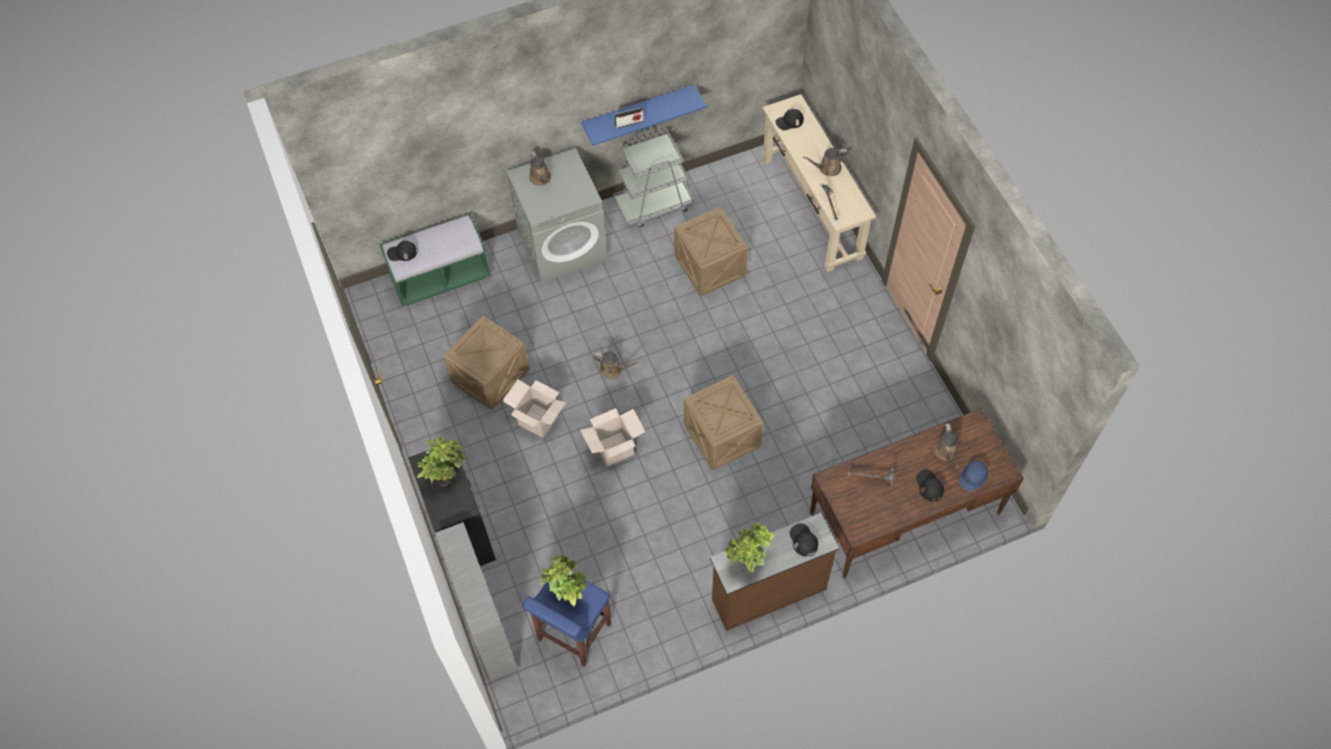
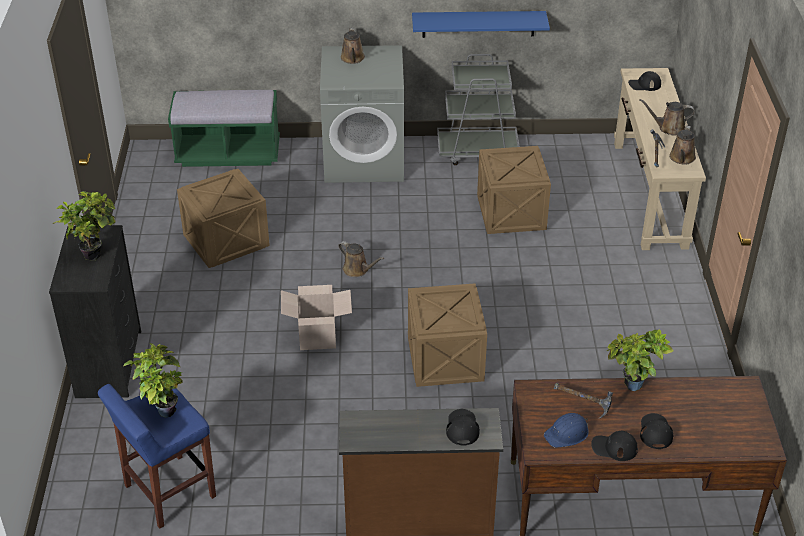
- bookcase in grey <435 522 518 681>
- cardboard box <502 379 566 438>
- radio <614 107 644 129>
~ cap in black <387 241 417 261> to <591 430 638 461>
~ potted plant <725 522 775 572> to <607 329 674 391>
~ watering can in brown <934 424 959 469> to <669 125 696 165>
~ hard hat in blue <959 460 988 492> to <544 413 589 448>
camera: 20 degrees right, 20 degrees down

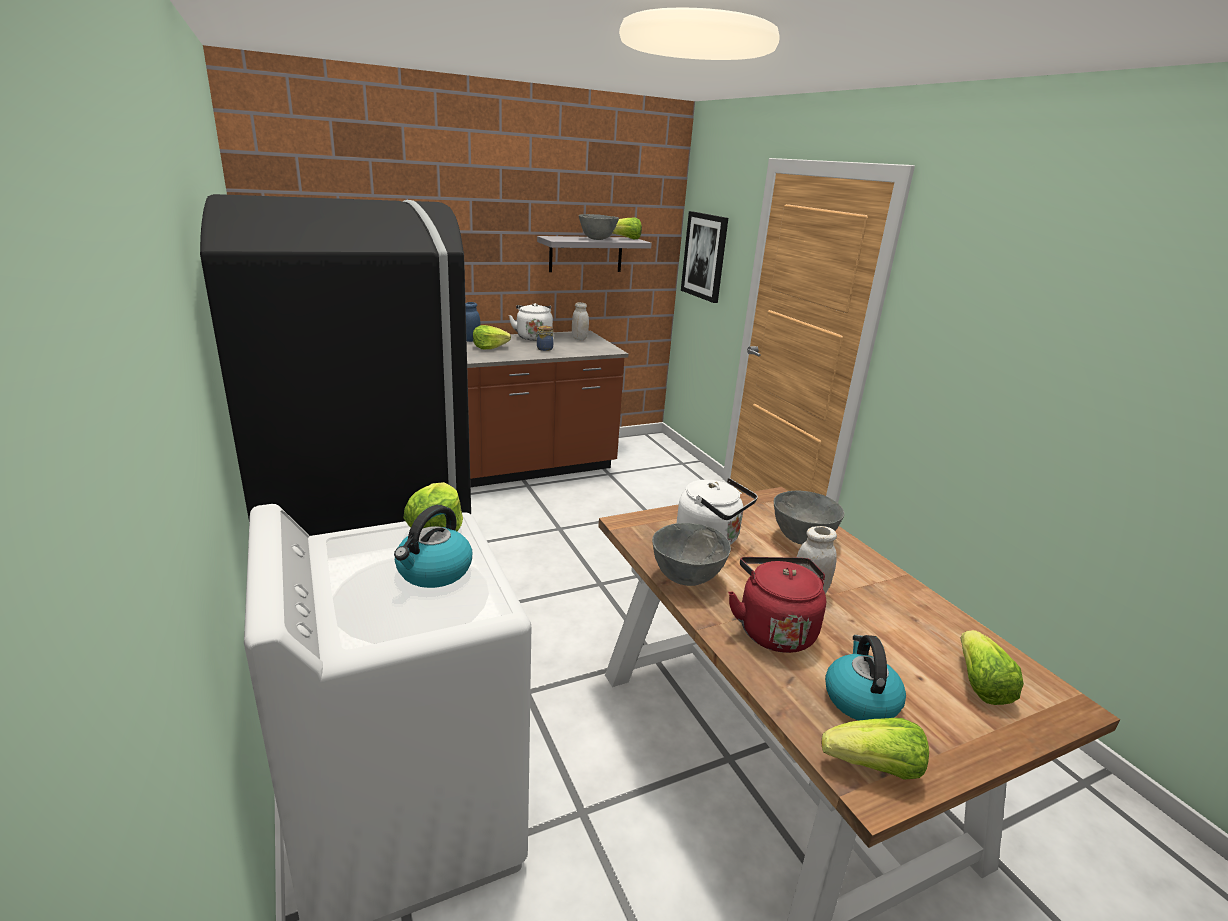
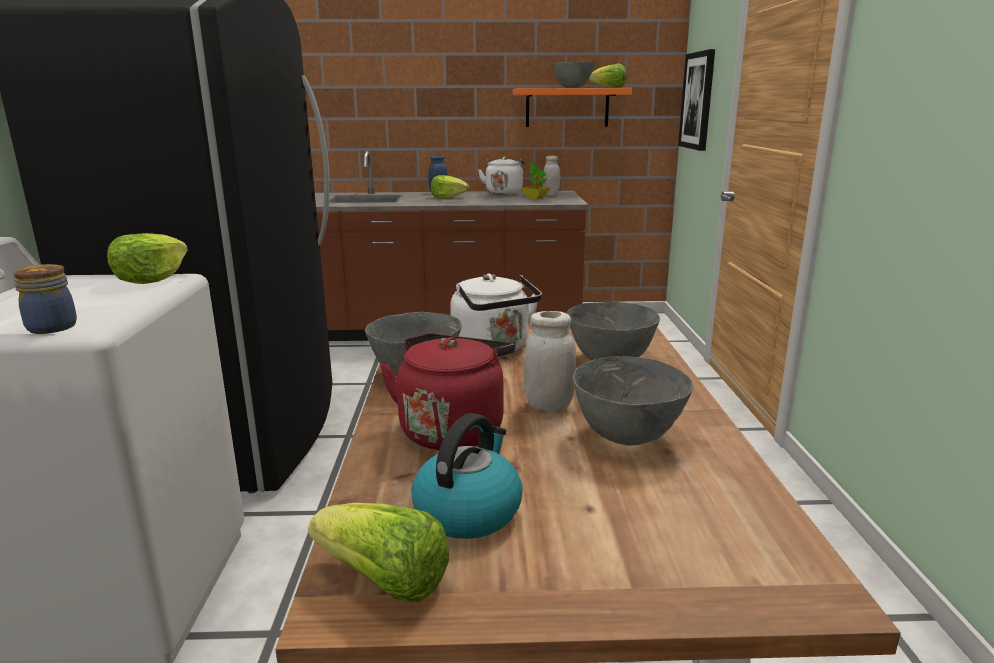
- kettle <394 505 472 588>
- lettuce <960 630 1024 705>
+ potted plant <522 163 549 199>
+ bowl in grey <573 356 693 446>
~ jar <536 326 553 351> to <13 264 77 334>
~ shelf in grey <537 236 652 272> to shelf in orange <513 88 632 127>
camera: 25 degrees right, 5 degrees down

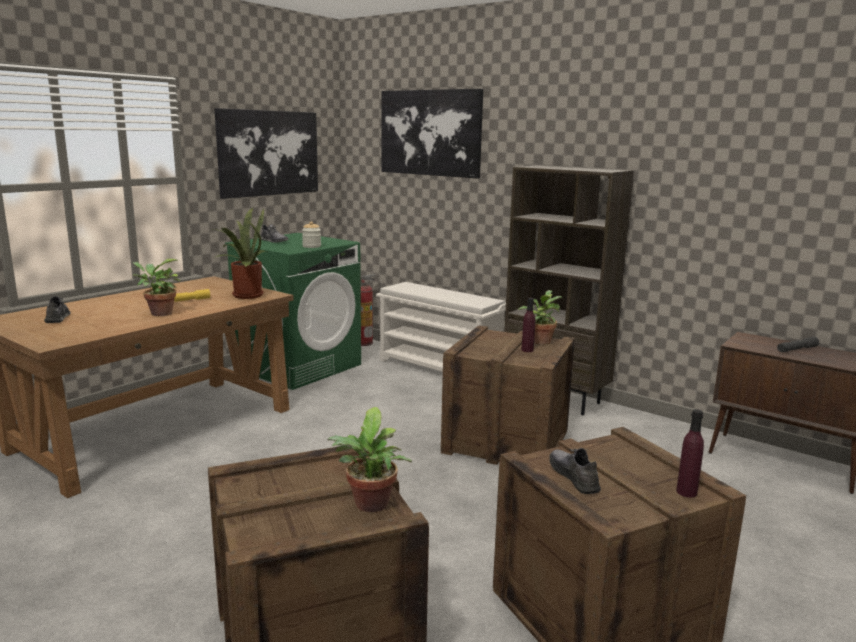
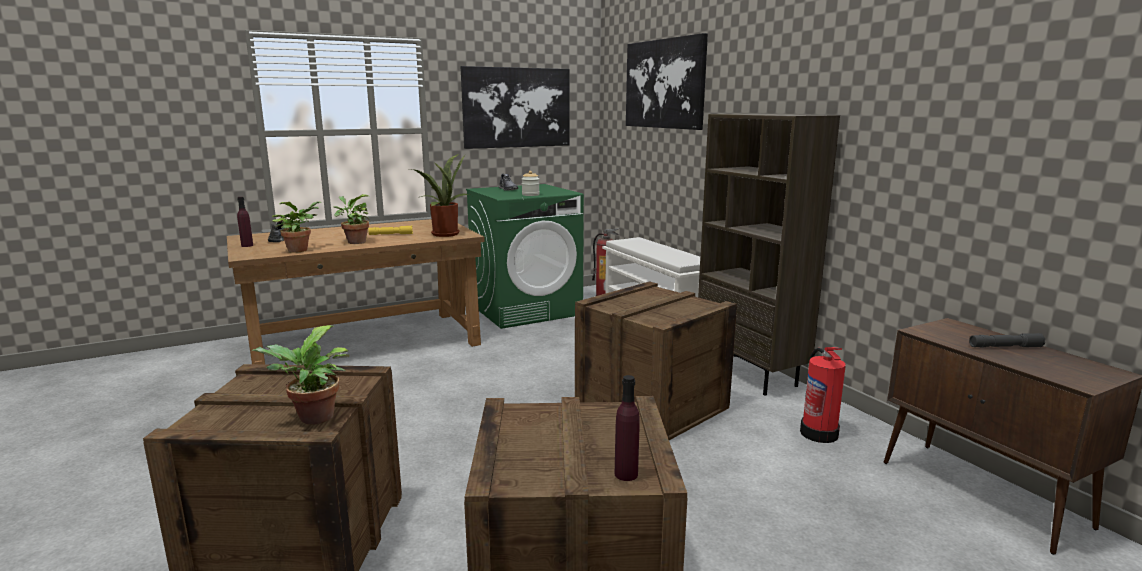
- shoe in grey <549 448 601 494>
+ fire extinguisher <800 347 846 443>
~ potted plant <518 290 562 345> to <272 201 322 253>
~ bottle in purple <521 298 535 352> to <237 197 253 247>
camera: 25 degrees right, 0 degrees up

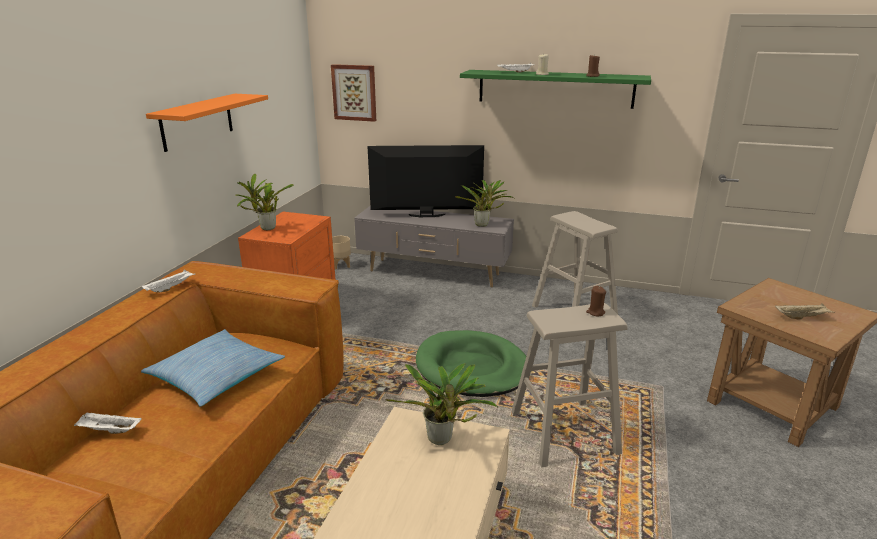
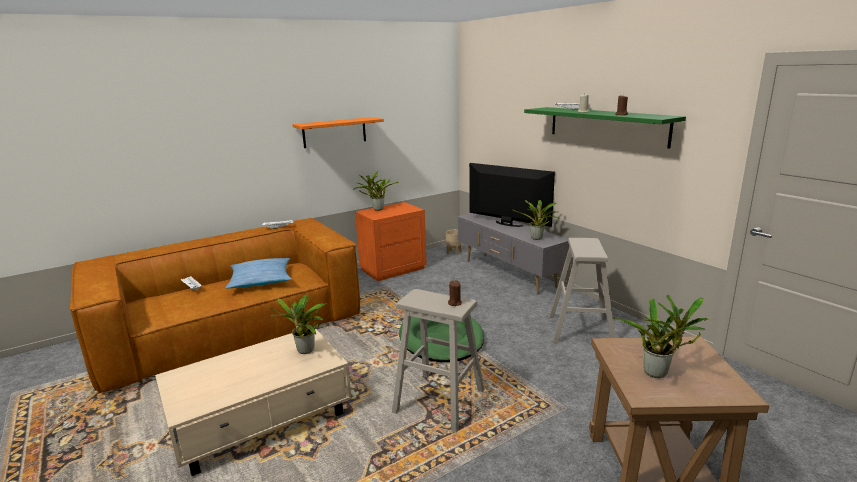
- picture <331 64 376 122>
~ tray in beige <775 303 835 320> to potted plant <613 295 709 378>
camera: 40 degrees right, 5 degrees down

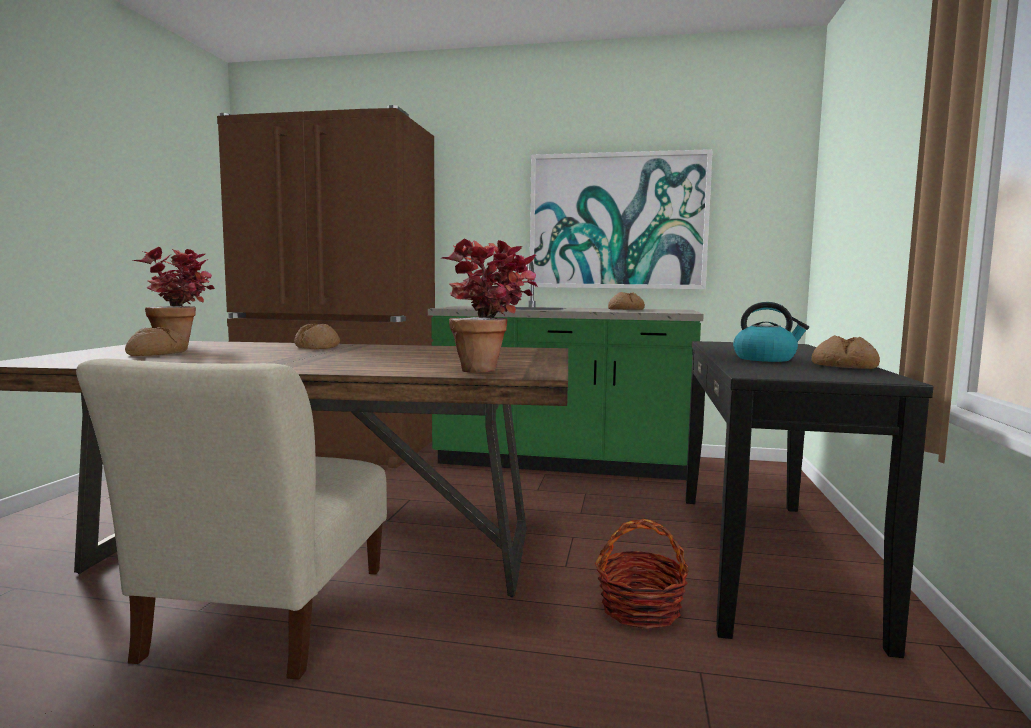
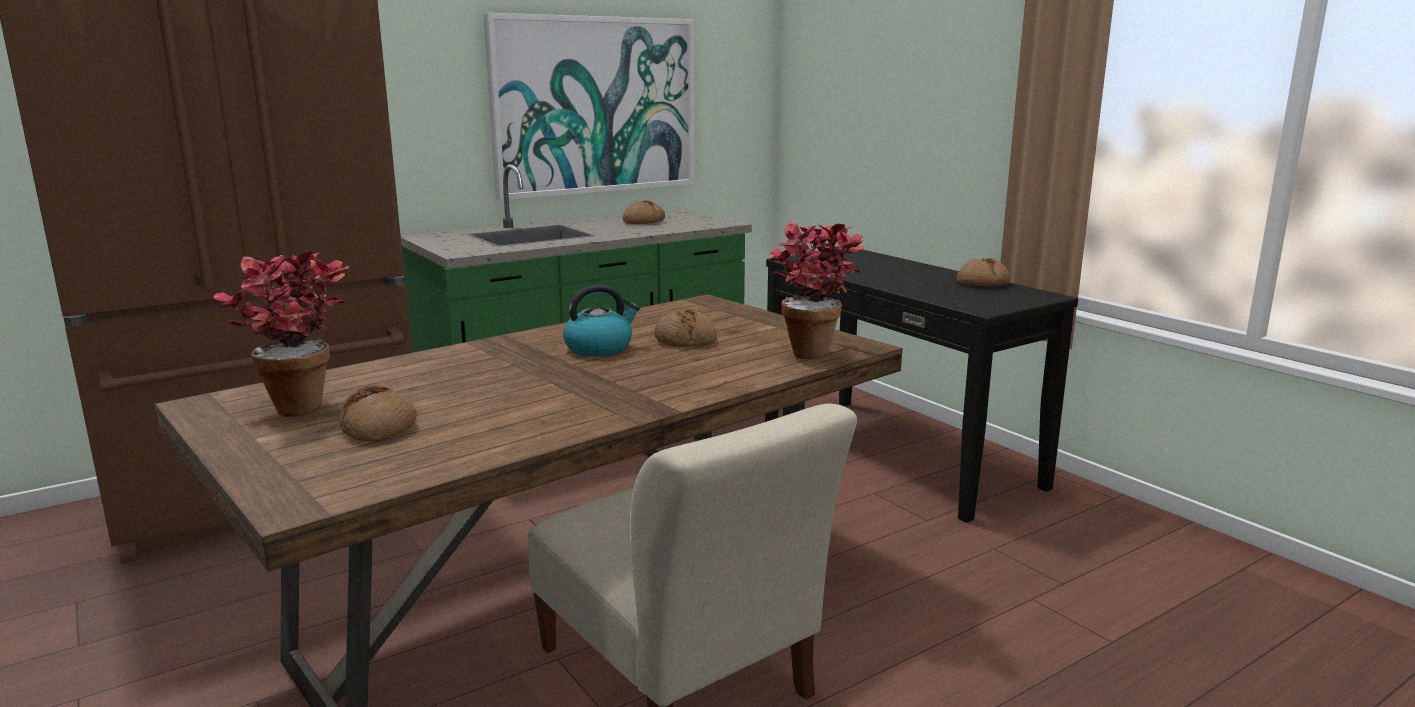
- basket <595 519 689 629>
~ bread <294 324 340 349> to <654 309 717 347>
~ kettle <733 302 809 362> to <563 284 640 356>
camera: 45 degrees left, 10 degrees up

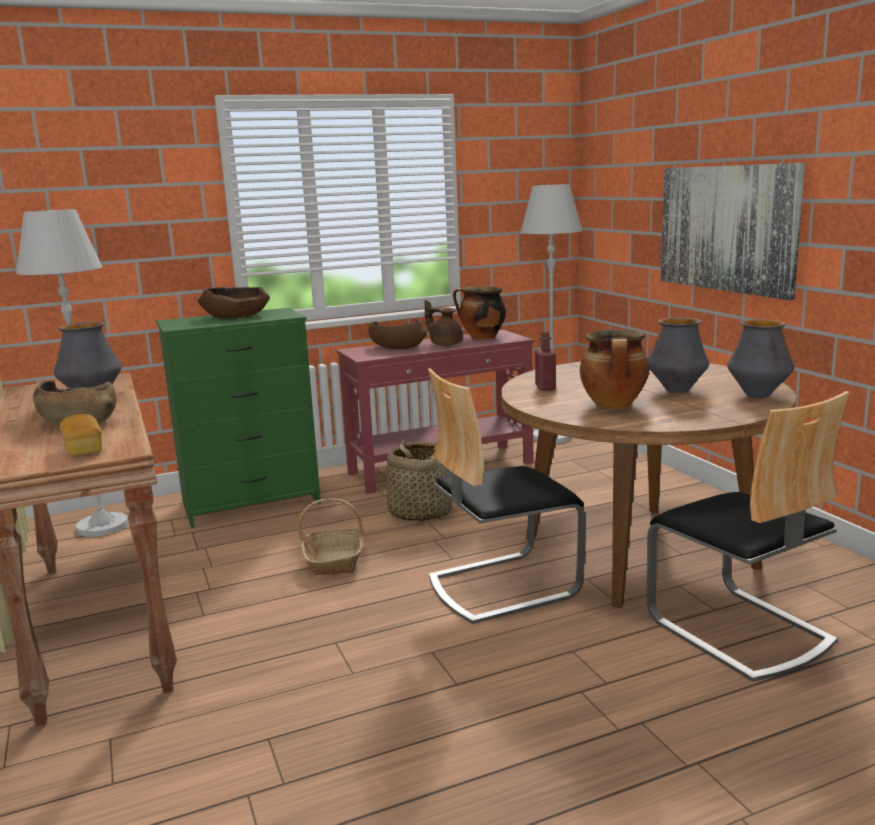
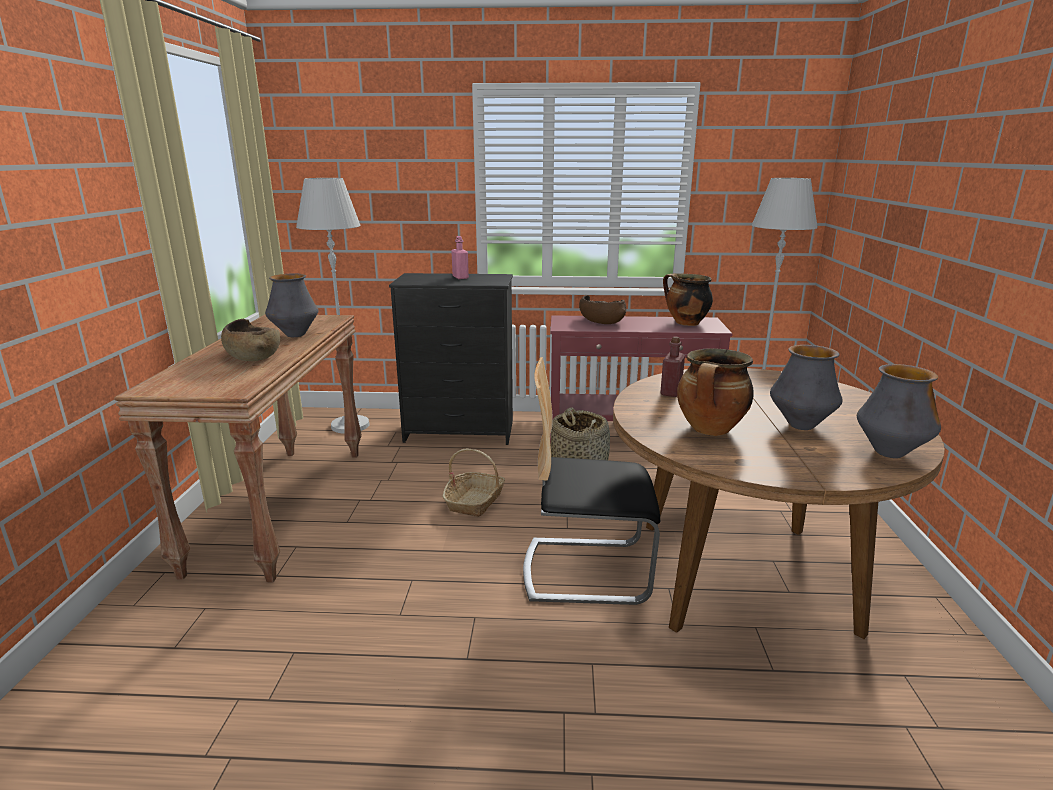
- bread <60 414 102 456>
- teapot in brown <424 300 463 346>
- chair <647 391 849 682>
- picture <661 163 805 300>
~ bowl in brown <198 287 270 318> to bottle in pink <451 236 469 279>
~ dresser in green <156 308 321 528> to dresser in black <389 273 513 445>
camera: 25 degrees right, 5 degrees up

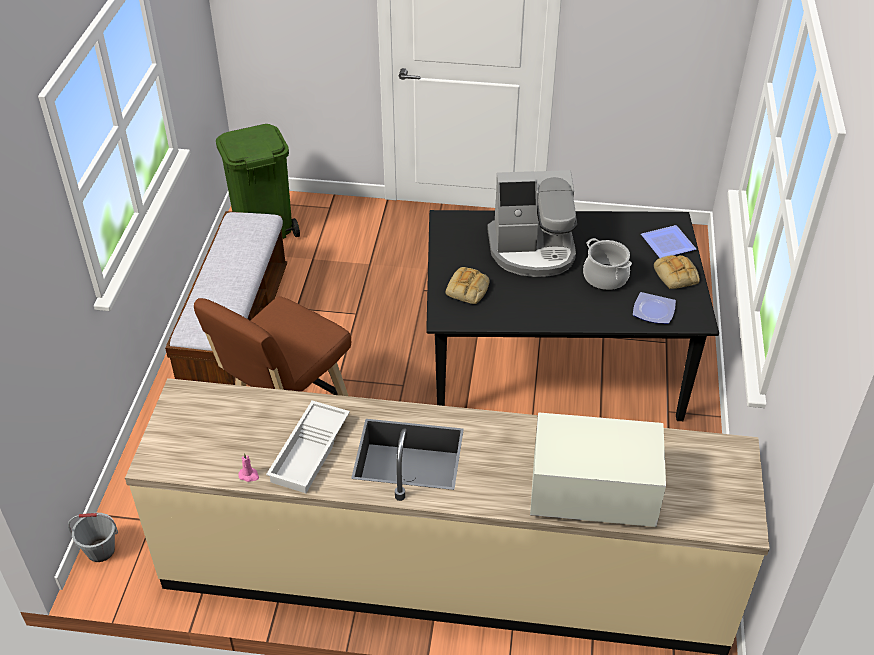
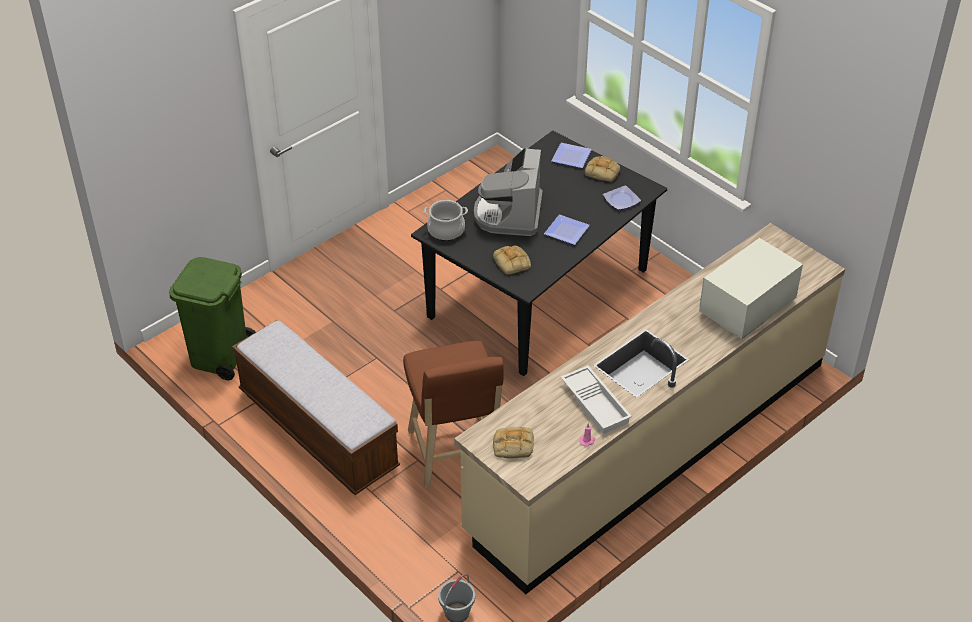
+ bread <493 427 534 458>
+ plate <544 214 590 245>
~ cooking pot <583 238 632 290> to <424 200 468 241>
~ coffee machine <487 170 577 277> = <474 147 543 236> 150 degrees clockwise
camera: 50 degrees left, 0 degrees up

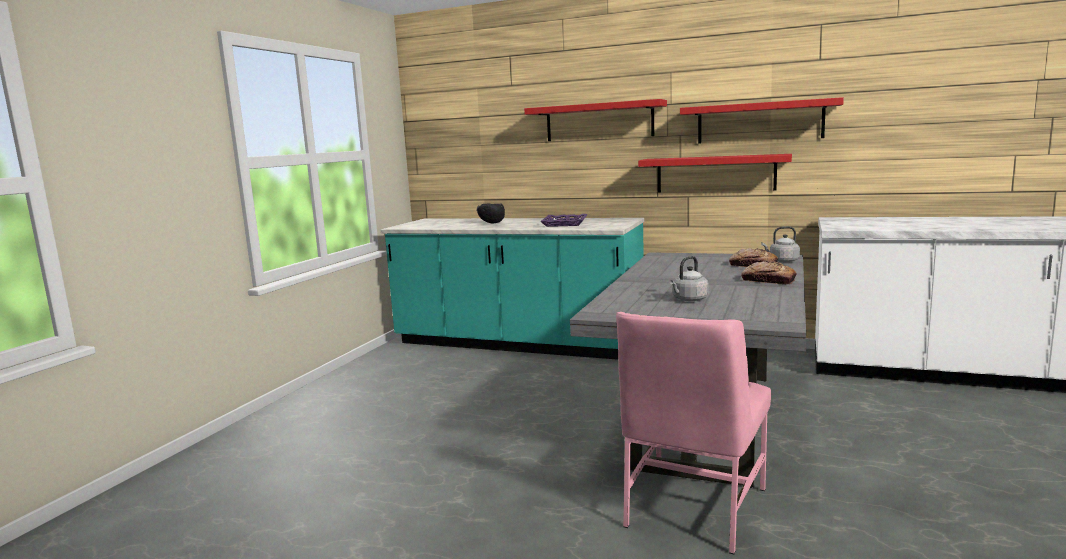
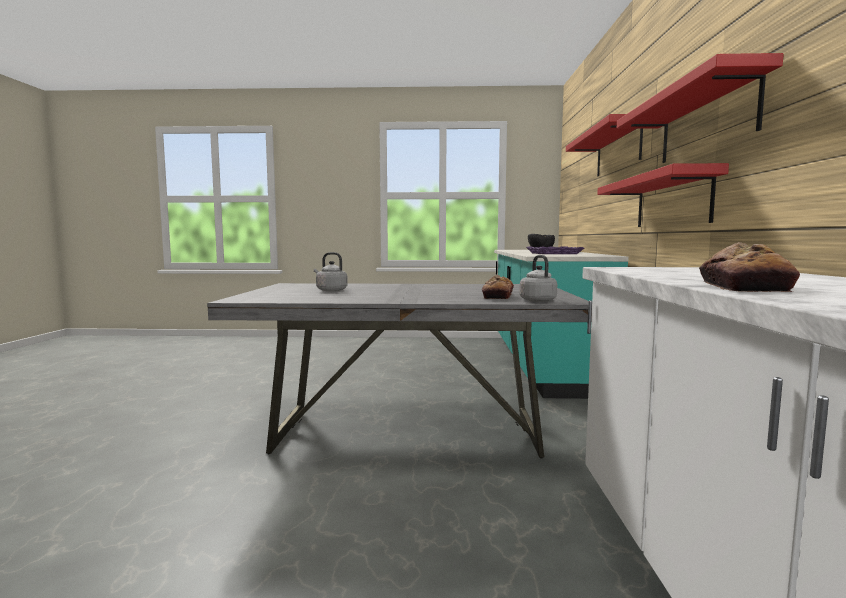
- chair in pink <616 312 771 554>
~ bread <741 261 797 284> to <699 242 800 292>
camera: 70 degrees right, 5 degrees down

